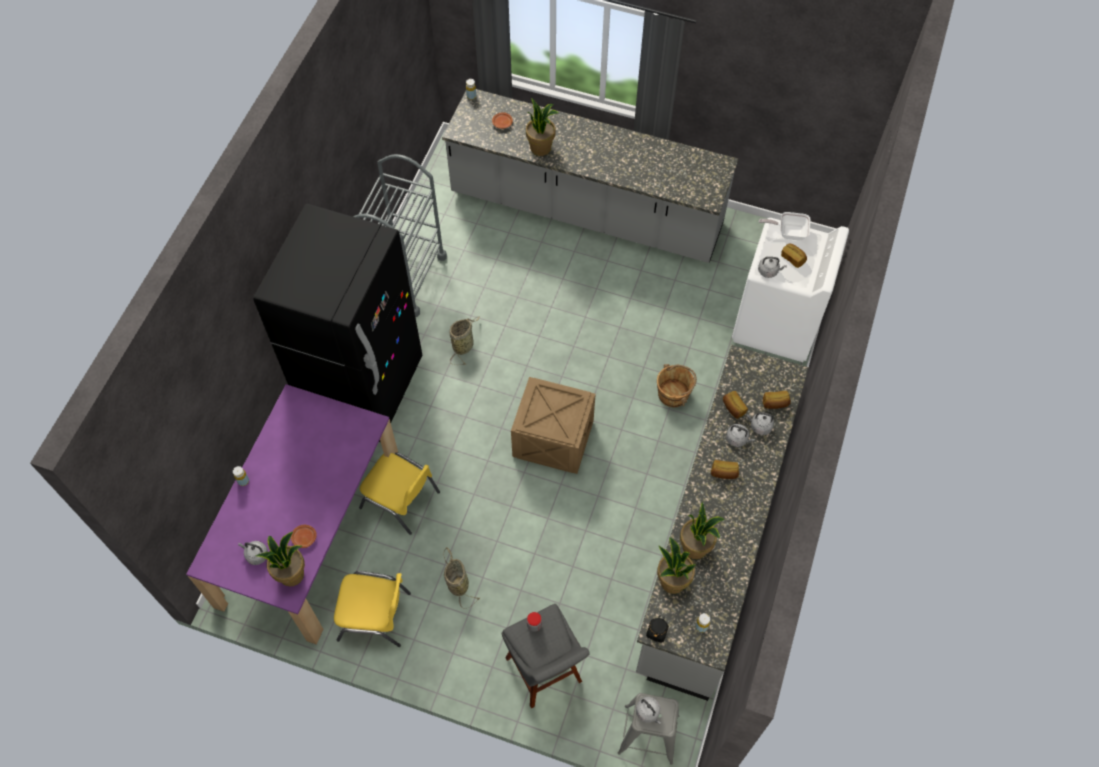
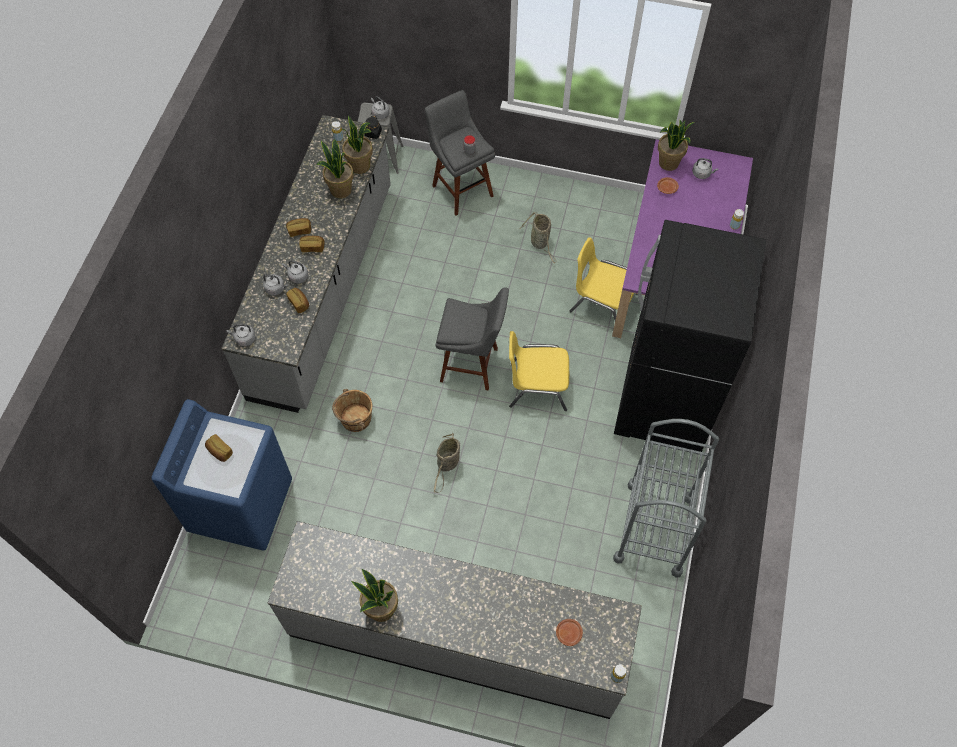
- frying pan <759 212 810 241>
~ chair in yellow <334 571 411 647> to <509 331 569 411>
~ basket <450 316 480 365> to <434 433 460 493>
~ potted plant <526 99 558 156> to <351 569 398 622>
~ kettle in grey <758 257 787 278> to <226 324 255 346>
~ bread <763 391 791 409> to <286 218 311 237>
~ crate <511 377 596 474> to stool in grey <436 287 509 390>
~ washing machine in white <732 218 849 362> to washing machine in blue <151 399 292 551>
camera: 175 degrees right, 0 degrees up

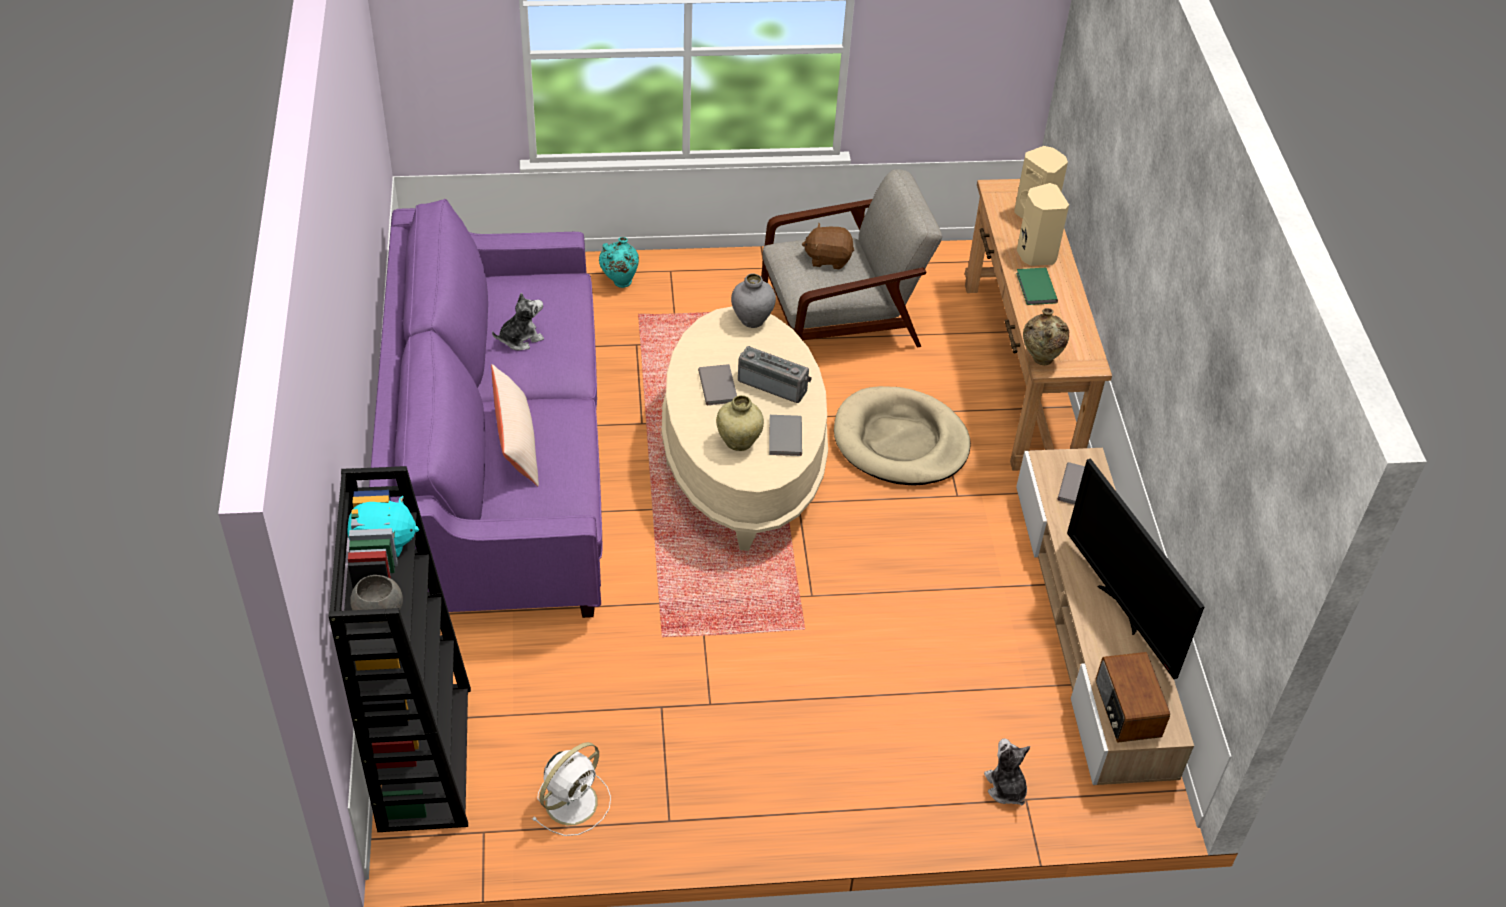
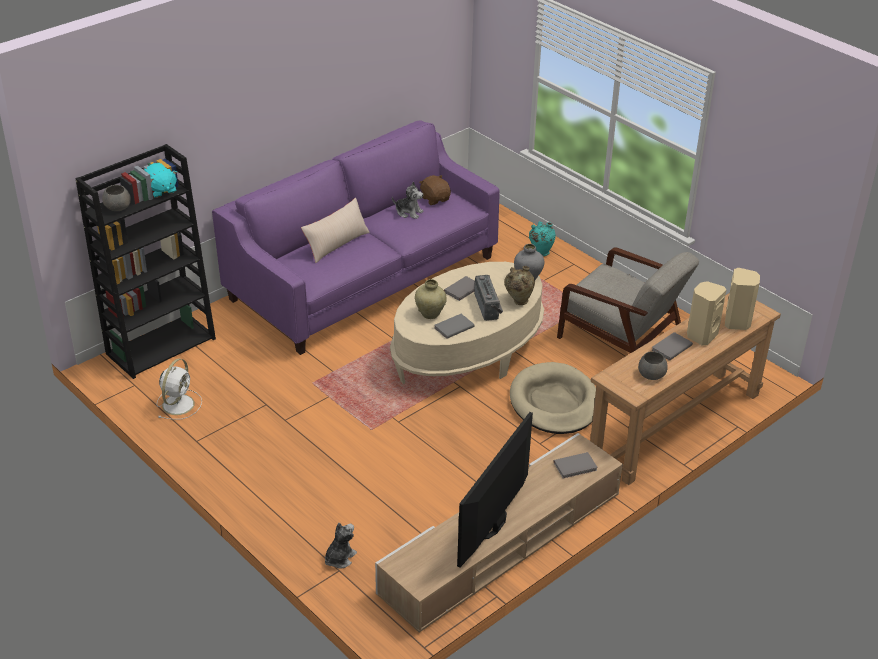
- radio <1096 652 1170 742>
+ bowl in grey <638 351 668 380>
~ plush toy in brown <802 222 854 269> to <419 175 451 205>
~ vase in beige <1023 308 1069 365> to <504 266 535 305>
~ book in green <1016 268 1058 305> to book in grey <652 332 693 361>
~ fan in white <532 742 611 836> = <157 358 202 420> 75 degrees counterclockwise
camera: 55 degrees right, 10 degrees down

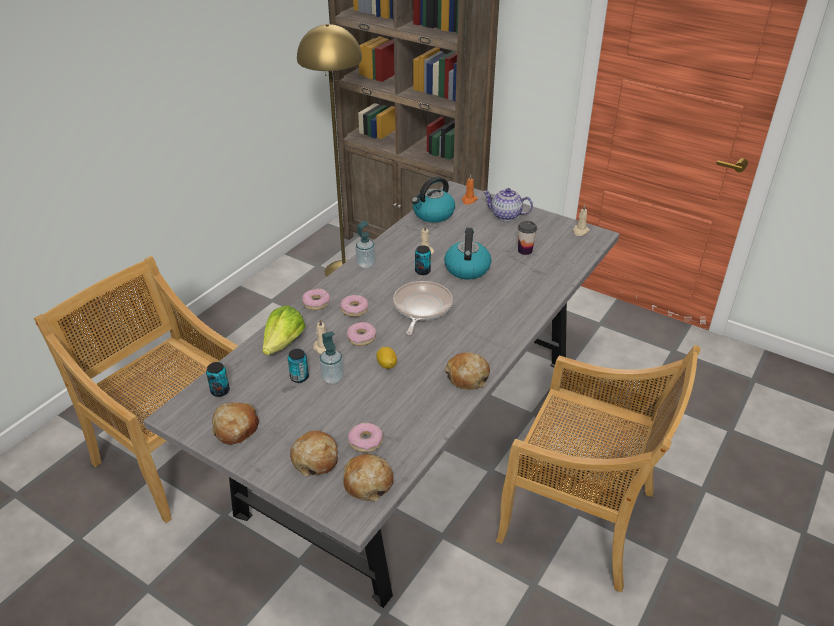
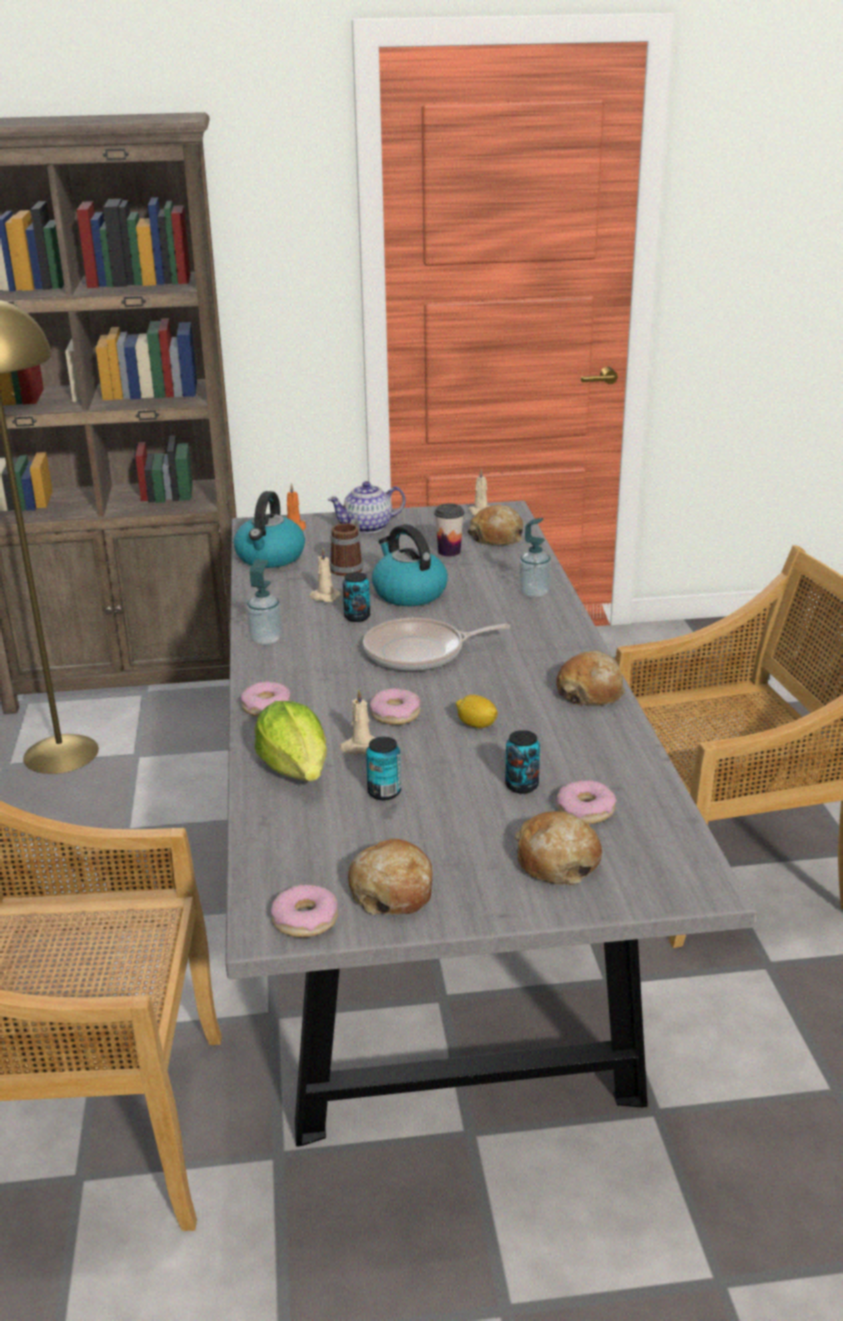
+ mug <330 519 363 576>
~ can <206 362 230 397> to <505 730 540 794>
~ soap dispenser <319 331 344 384> to <519 518 551 598>
~ donut <340 295 368 317> to <271 884 338 938>
~ bread <343 454 394 502> to <468 505 523 545>
~ frying pan <393 281 453 335> = <363 618 510 671> 75 degrees counterclockwise
camera: 40 degrees left, 10 degrees down

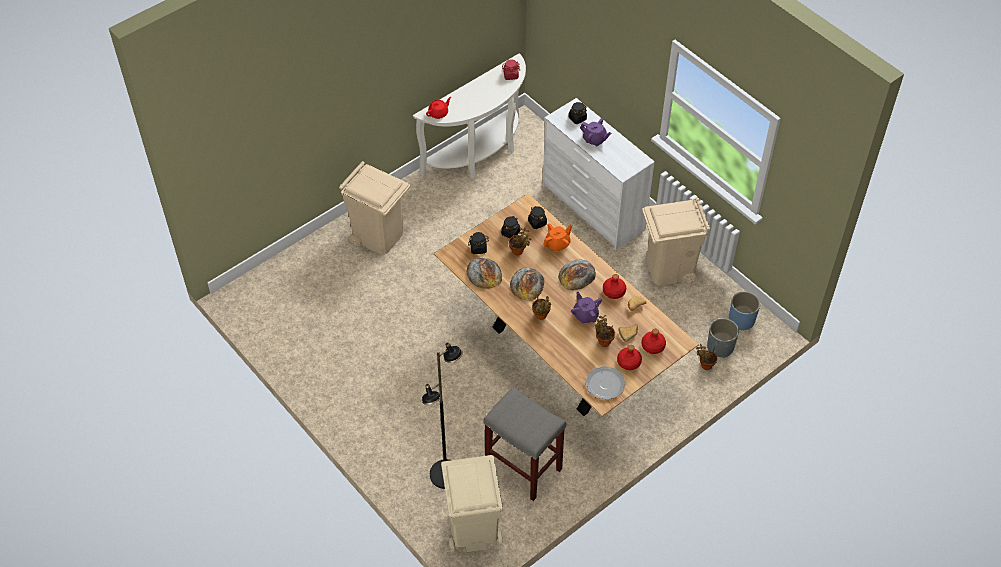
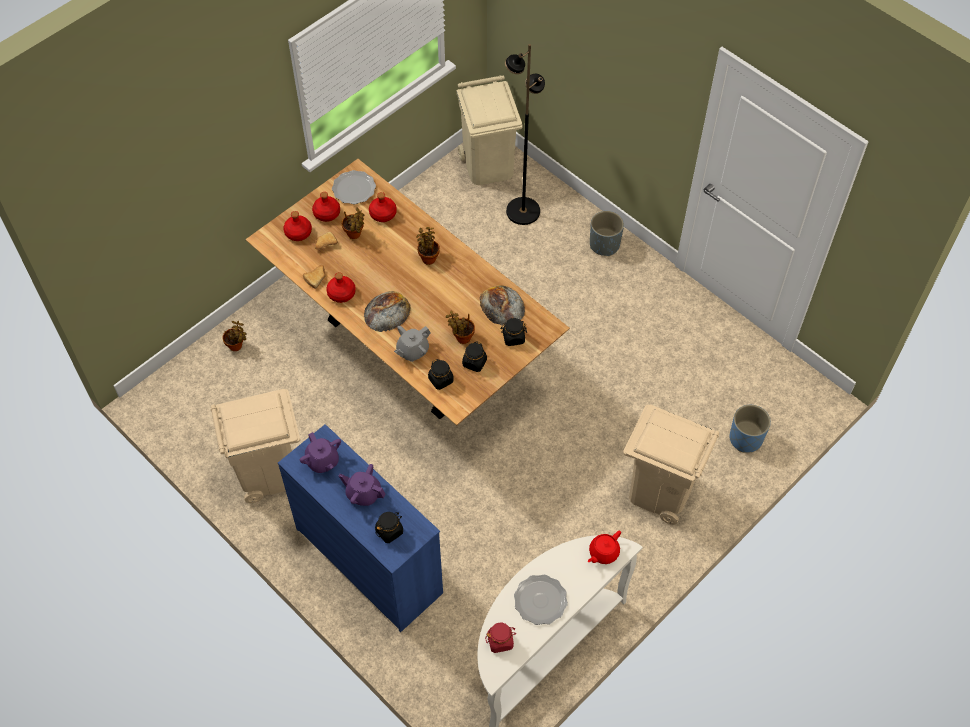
- stool in grey <484 387 566 501>
- bread <510 267 544 301>
+ bottle in red <369 192 397 222>
+ plate <514 574 568 625>
~ teapot in purple <571 292 602 324> to <300 432 341 473>
~ planter in grey <707 318 739 358> to <590 211 624 256>
~ planter in blue <729 291 760 330> to <730 405 771 453>
~ dresser in white <543 98 655 250> to dresser in blue <278 424 443 632>
~ teapot in orange <543 223 572 252> to teapot in grey <394 326 431 362>
camera: 175 degrees right, 5 degrees up

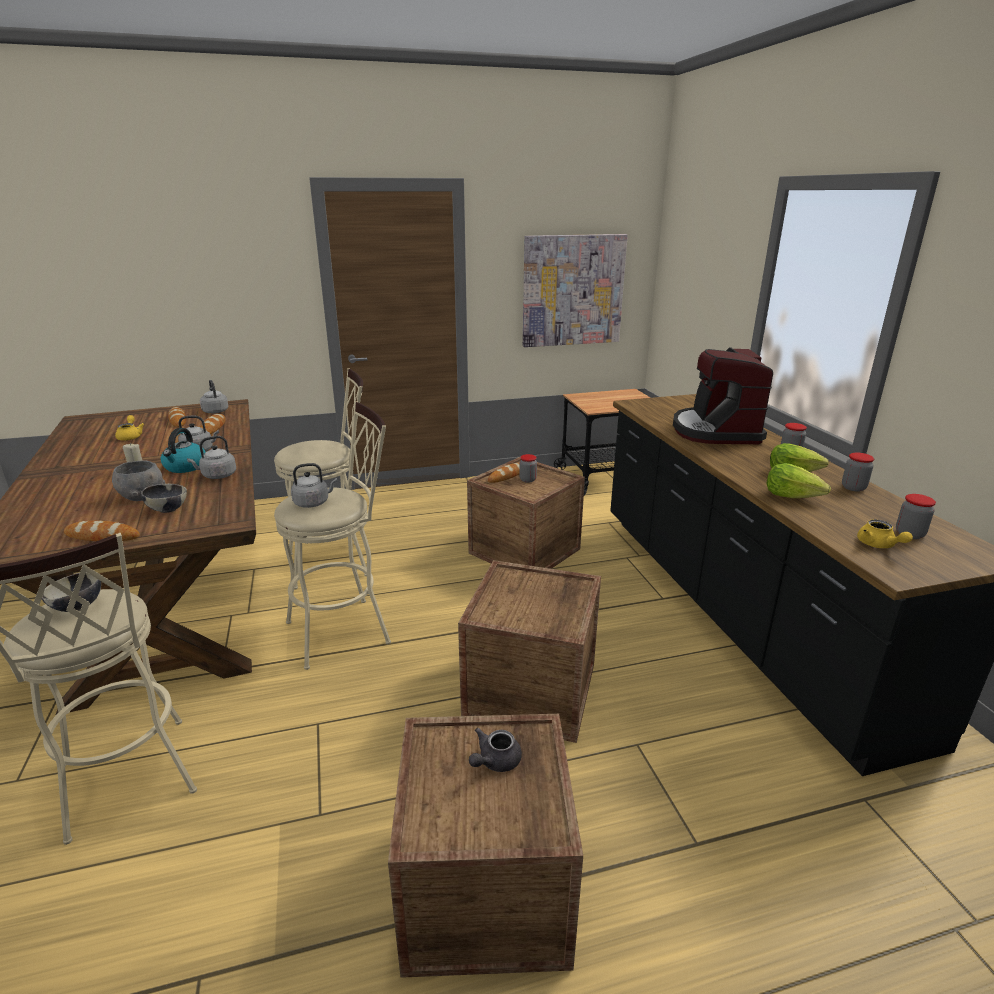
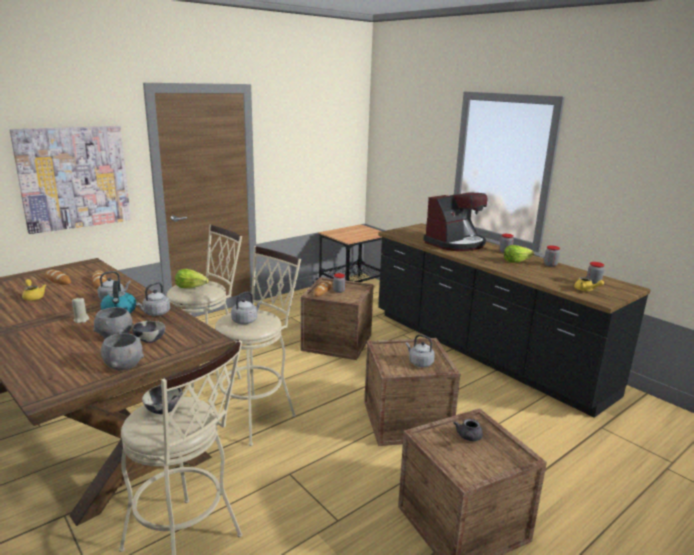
~ kettle in grey <200 380 228 414> to <406 335 435 367>
~ picture <523 234 628 347> to <9 126 131 234>
~ lettuce <767 463 831 498> to <175 269 209 288>
~ bread <64 520 140 541> to bowl in grey <101 333 144 370>
~ coffee machine <673 348 773 444> = <423 193 488 251> 105 degrees counterclockwise
camera: 25 degrees left, 5 degrees down

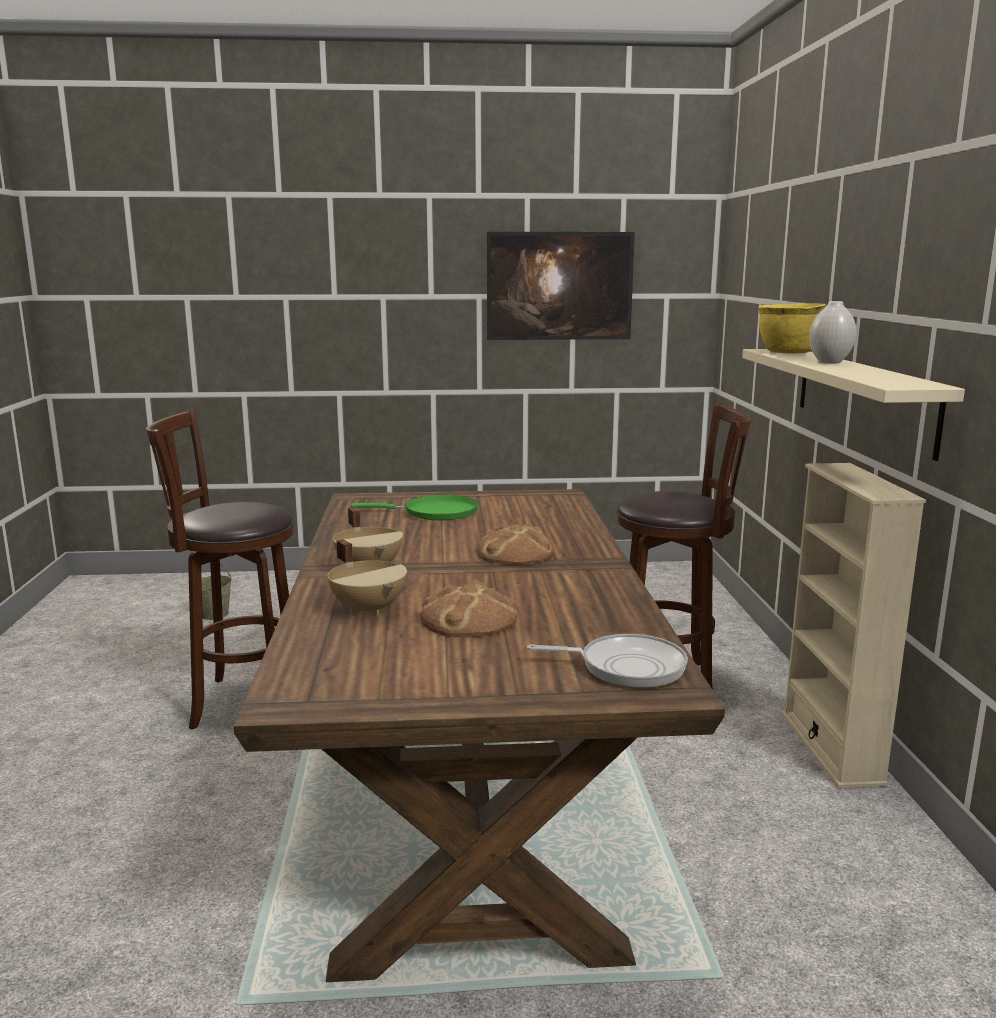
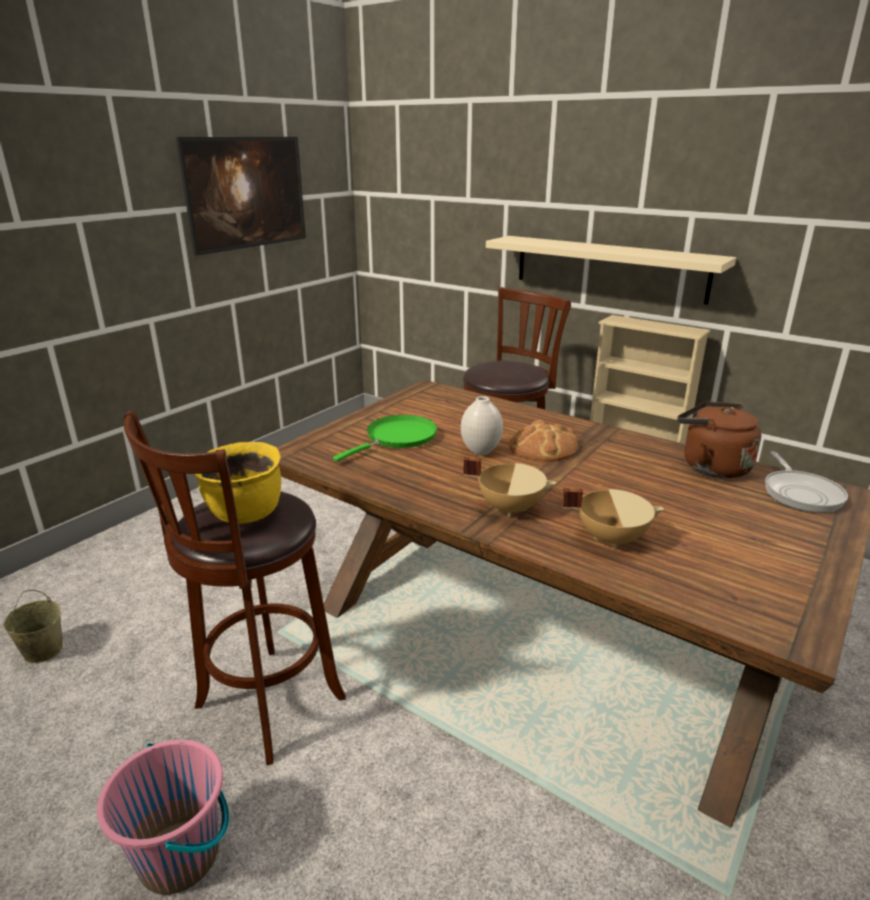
- bread <420 580 517 637>
+ bucket in pink <97 740 229 895>
+ kettle in brown <677 402 761 478>
~ cooking pot in yellow <758 303 826 354> to <194 442 281 524>
~ vase in white <809 301 856 364> to <461 396 503 455>
~ frying pan <527 634 688 688> = <765 452 848 513> 135 degrees clockwise
camera: 50 degrees left, 10 degrees up

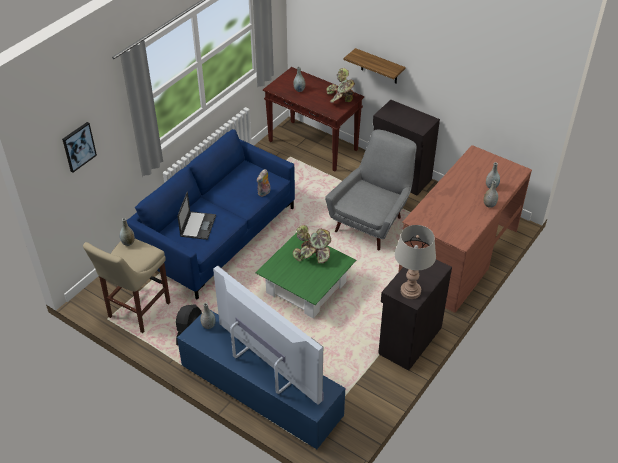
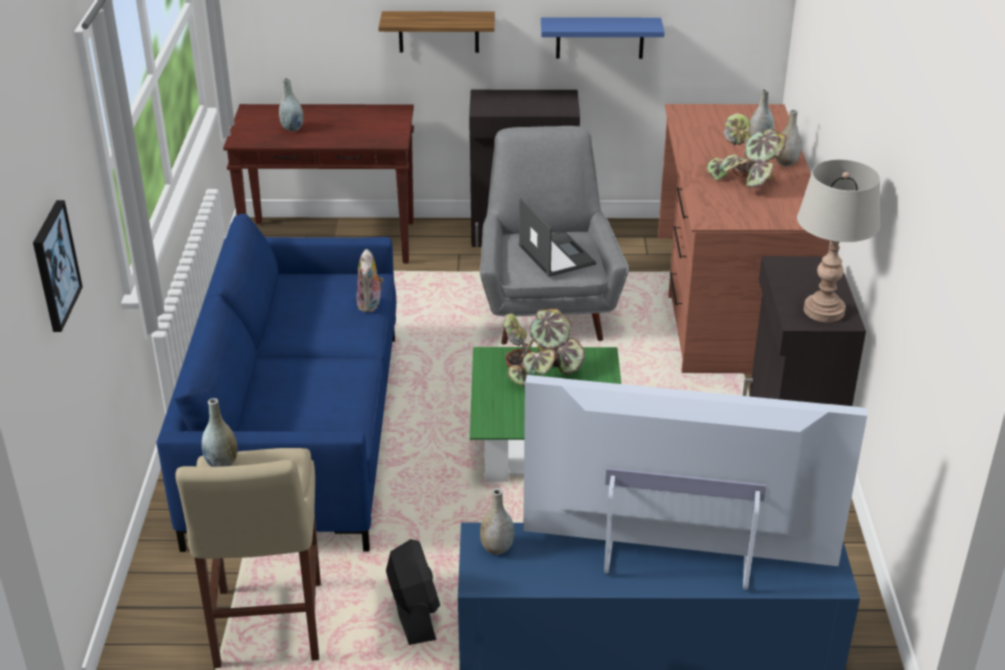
+ shelf in blue <541 17 665 59>
~ laptop <177 192 216 240> to <519 198 596 277>
~ potted plant <326 68 355 103> to <707 113 787 188>
camera: 35 degrees left, 10 degrees down

